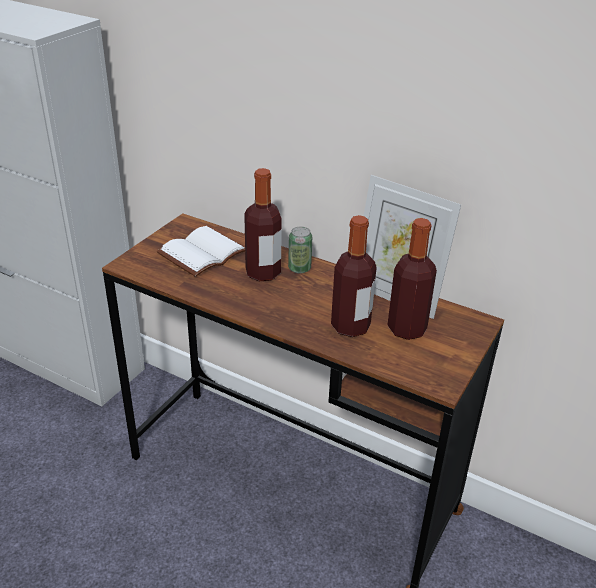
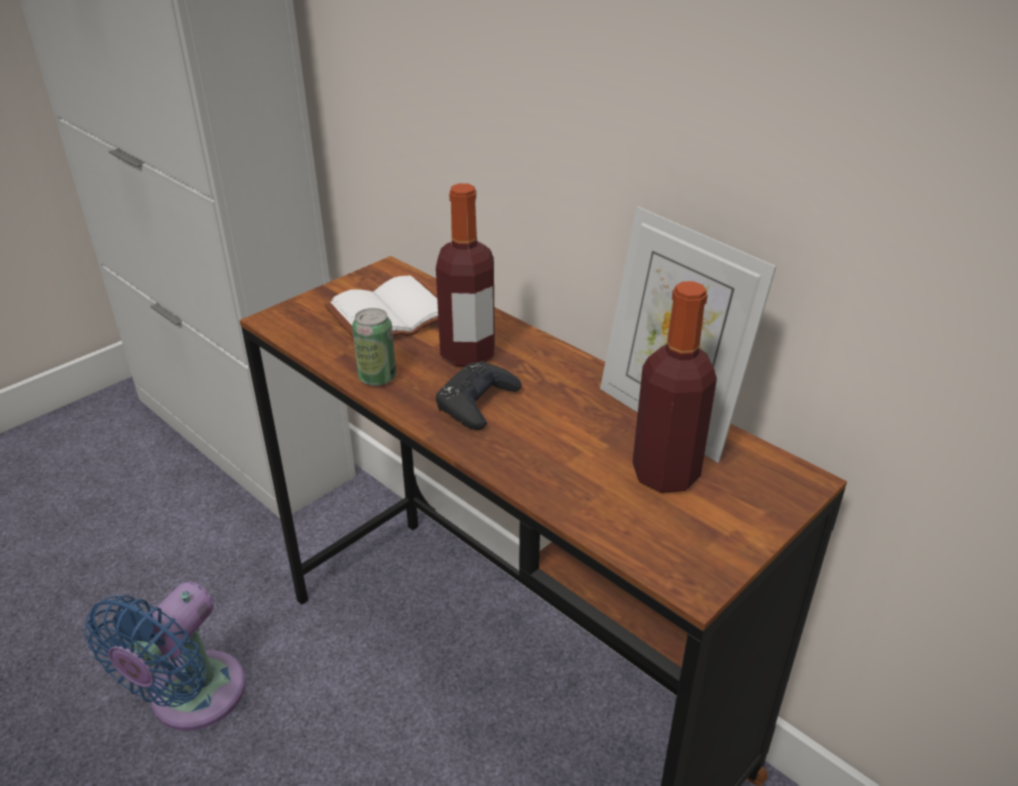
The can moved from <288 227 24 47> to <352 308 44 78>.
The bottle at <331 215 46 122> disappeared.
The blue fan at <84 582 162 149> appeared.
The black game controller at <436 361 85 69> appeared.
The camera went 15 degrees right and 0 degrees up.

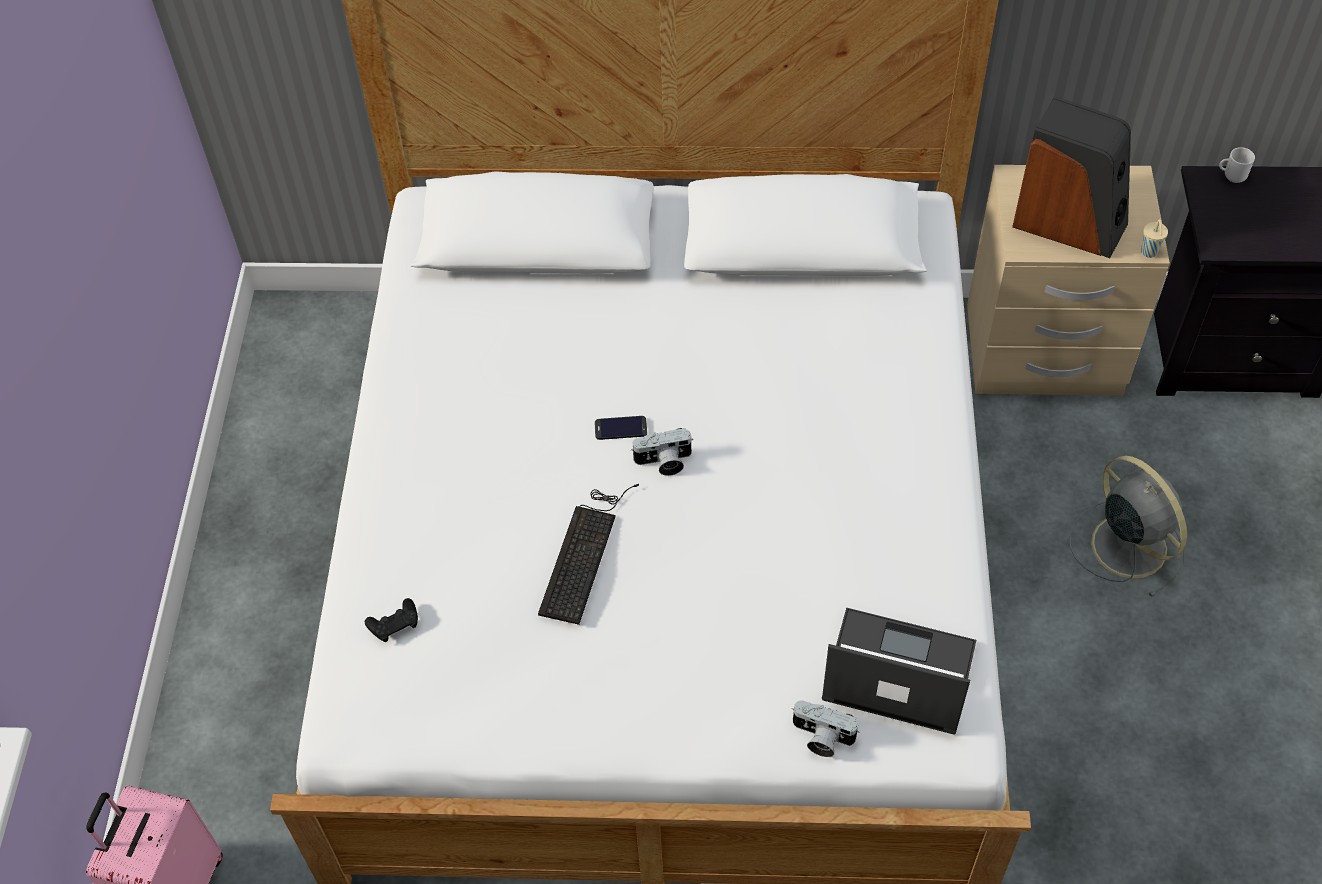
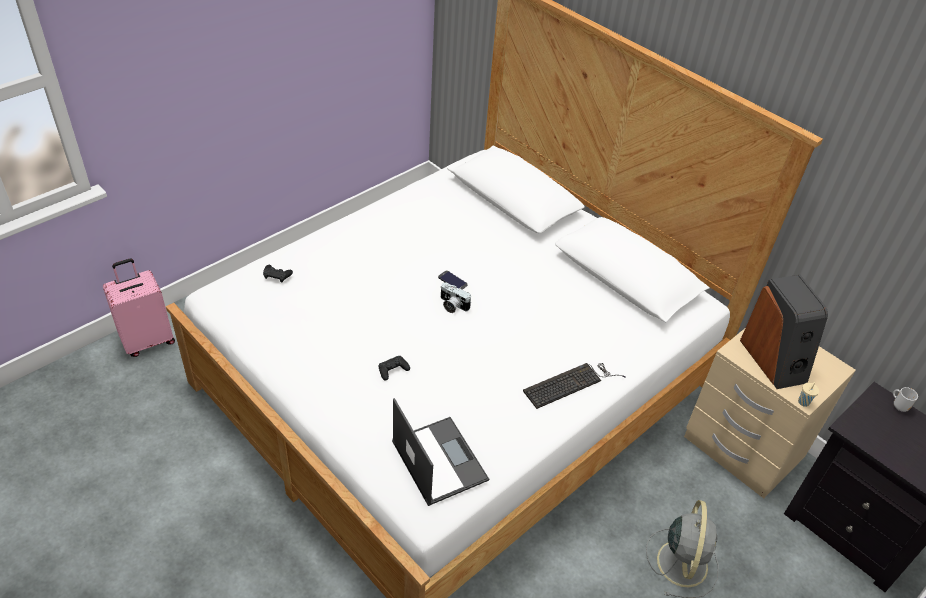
The keyboard moved from <538 484 101 141> to <523 363 103 46>.
The photo camera at <792 700 68 57> disappeared.
The black game controller at <378 356 32 25> appeared.
The camera went 40 degrees right and 10 degrees down.

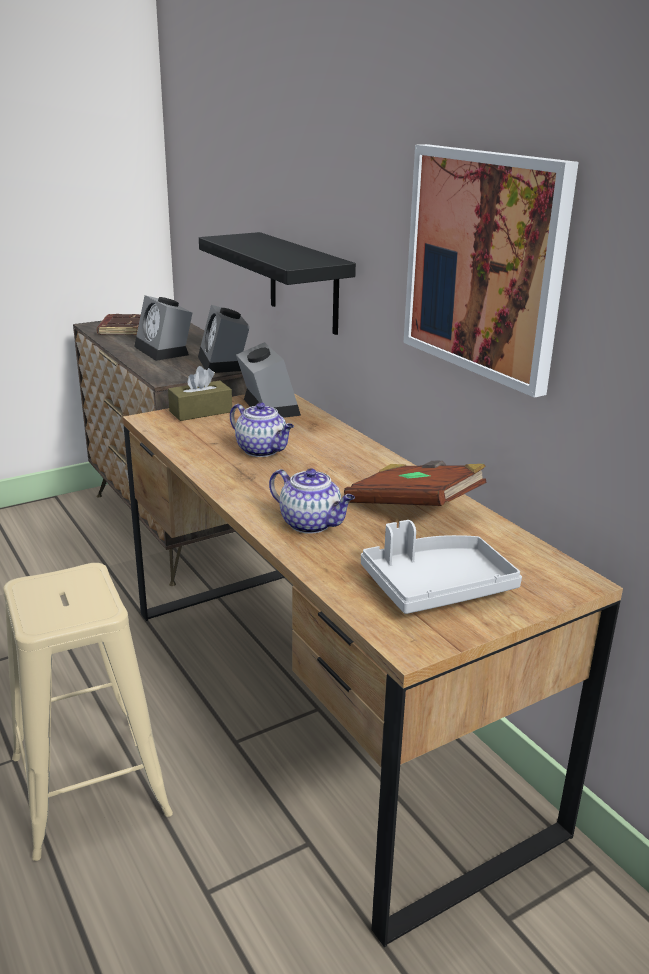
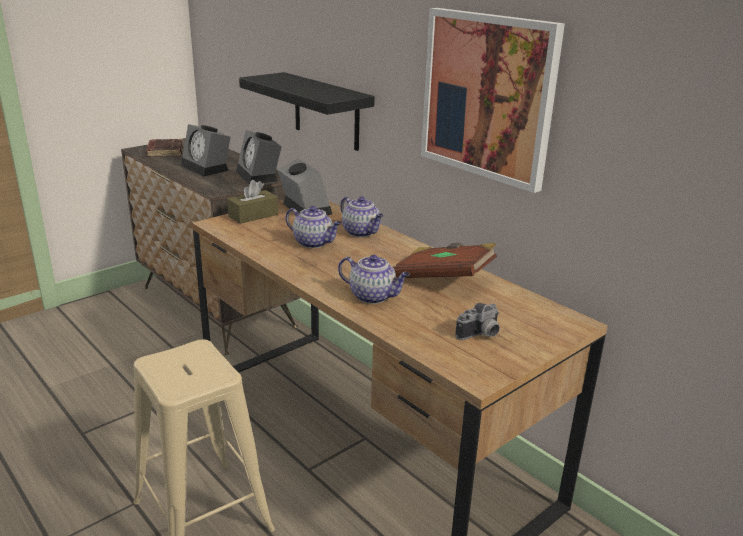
The grey tray at <361 520 161 94> was replaced by the photo camera at <455 303 45 37>.
The teapot at <340 197 44 40> appeared.
The camera went 10 degrees left and 0 degrees up.

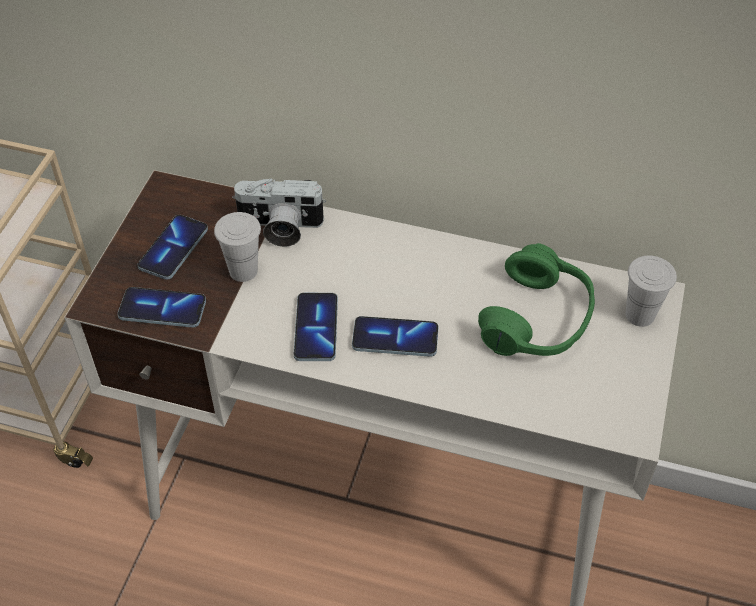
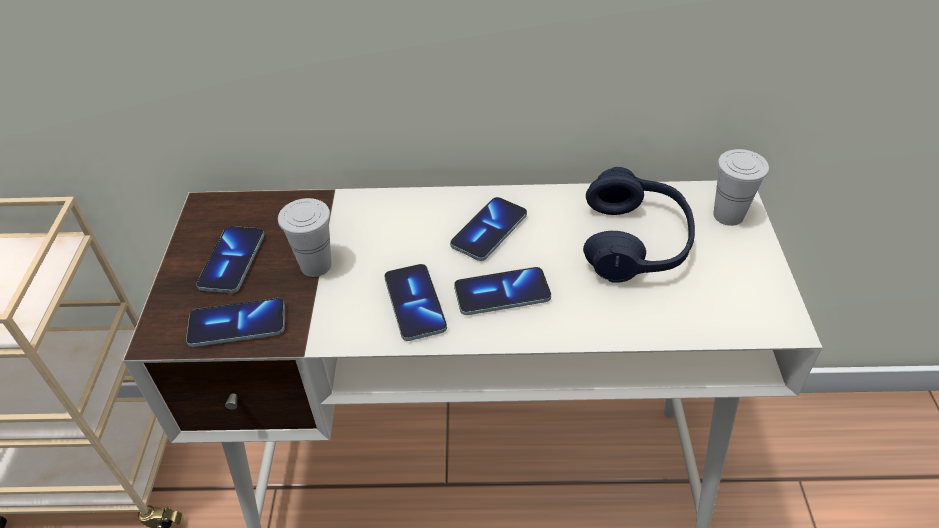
The photo camera at <232 178 94 69> disappeared.
The green headphones at <478 243 117 113> became the blue headphones at <583 167 112 116>.
The phone at <450 197 77 64> appeared.
The camera went 15 degrees left and 5 degrees down.

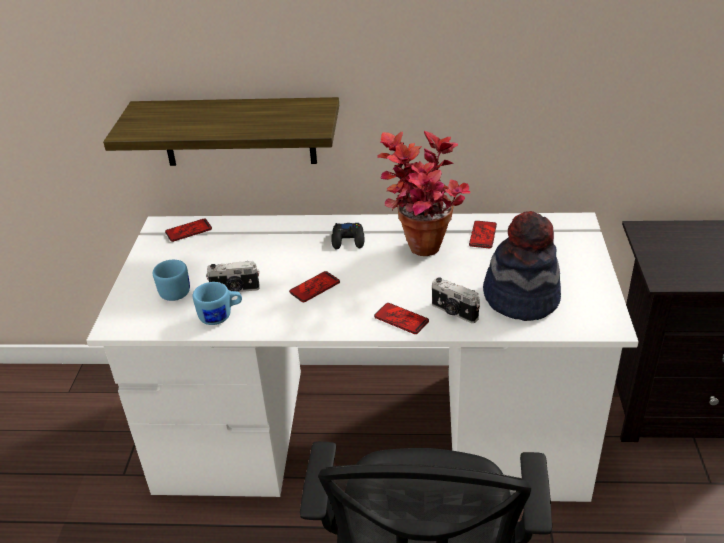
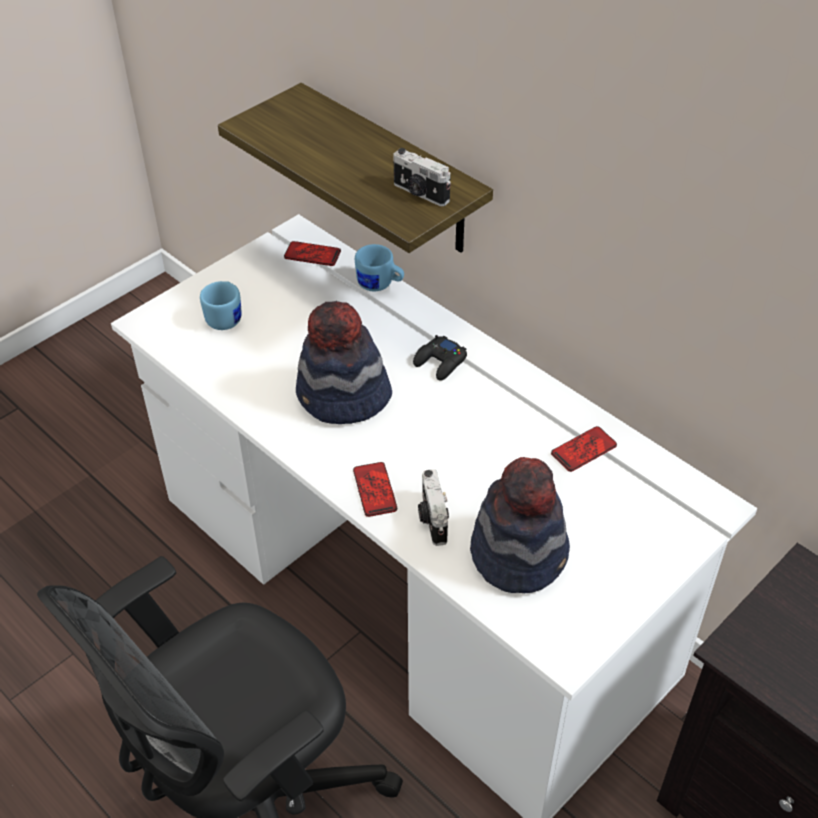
The blue mug moved from <193 282 49 43> to <355 244 49 47>.
The photo camera moved from <206 261 54 31> to <393 148 58 58>.
The phone at <289 271 51 31> was replaced by the hat at <296 301 96 123>.
The potted plant at <377 131 94 125> disappeared.
The camera went 40 degrees right and 10 degrees up.

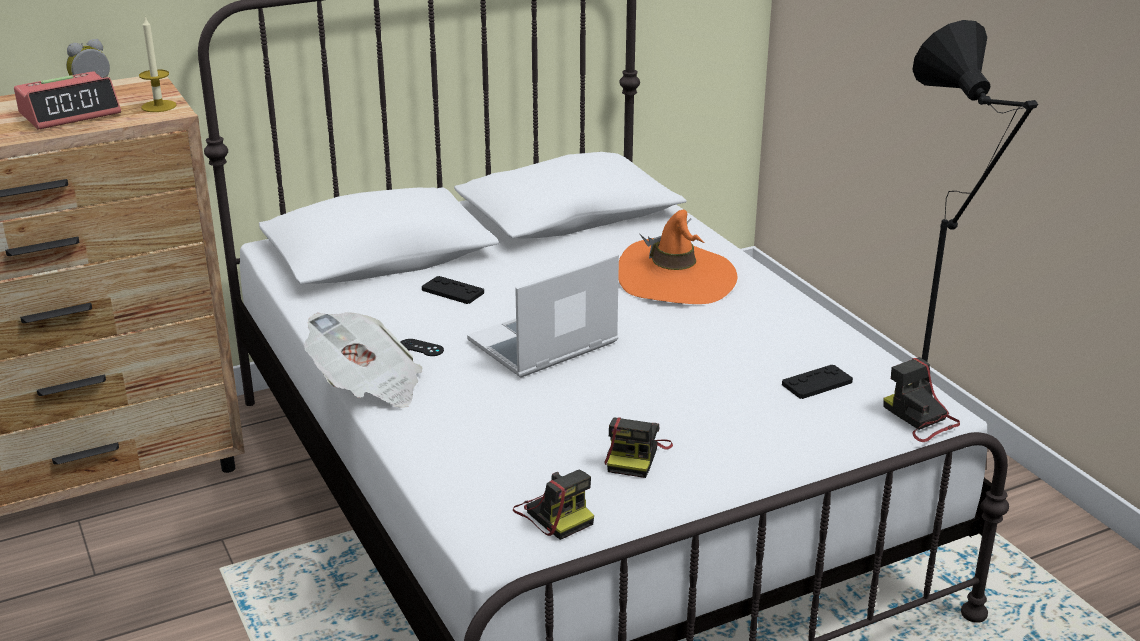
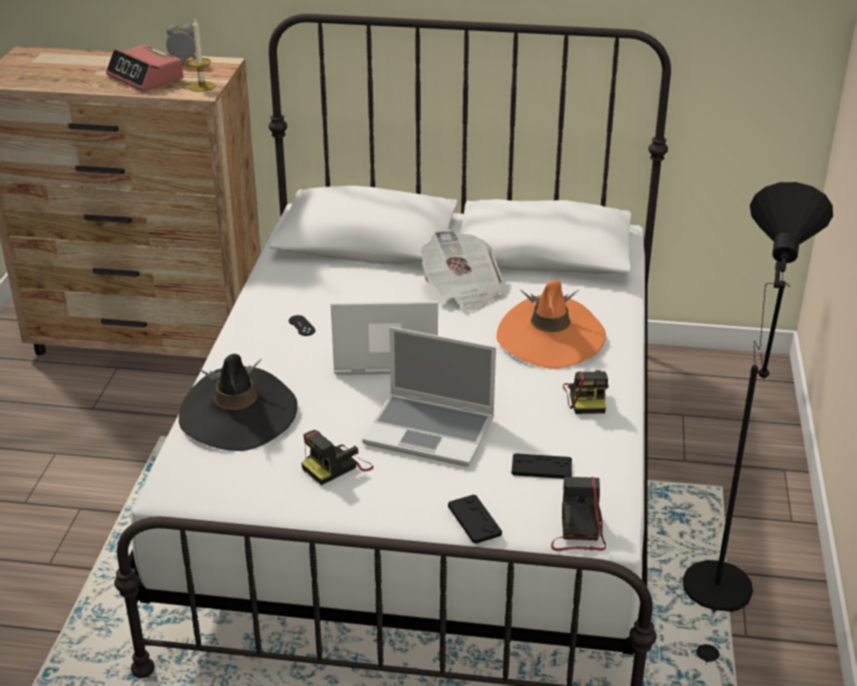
The alarm clock at <14 71 107 59> turned 45 degrees clockwise.
The newspaper moved from <304 312 119 96> to <420 229 85 84>.
The black game controller moved from <422 276 62 28> to <448 495 54 49>.
The photo camera moved from <513 470 81 70> to <563 370 46 44>.
The black hat at <179 354 119 97> appeared.
The laptop at <362 327 134 139> appeared.
The camera went 35 degrees right and 5 degrees up.

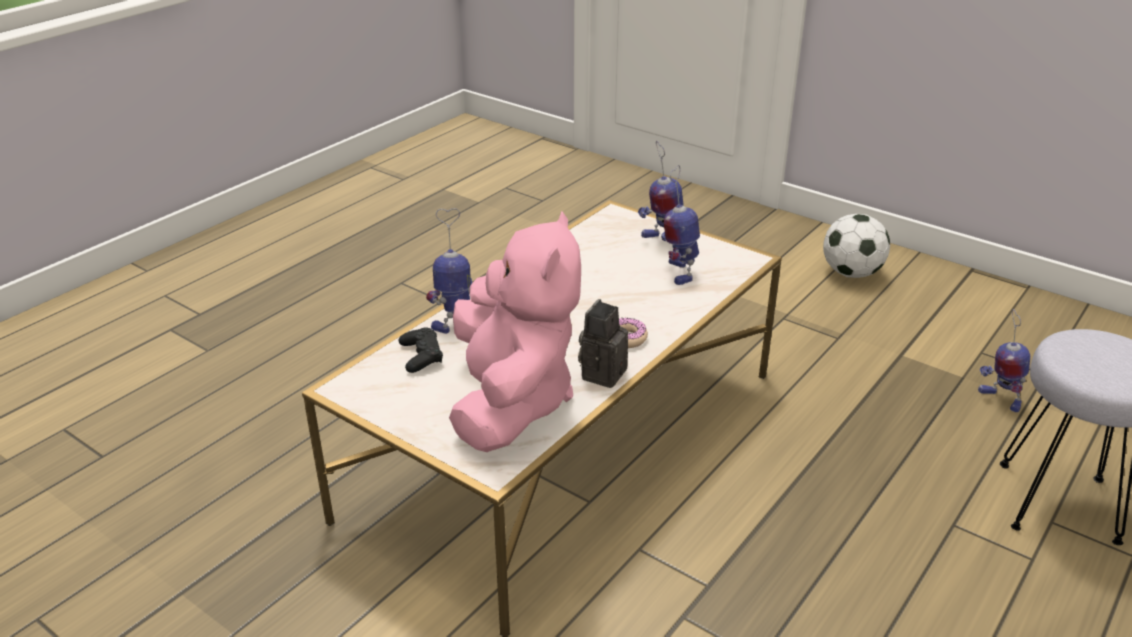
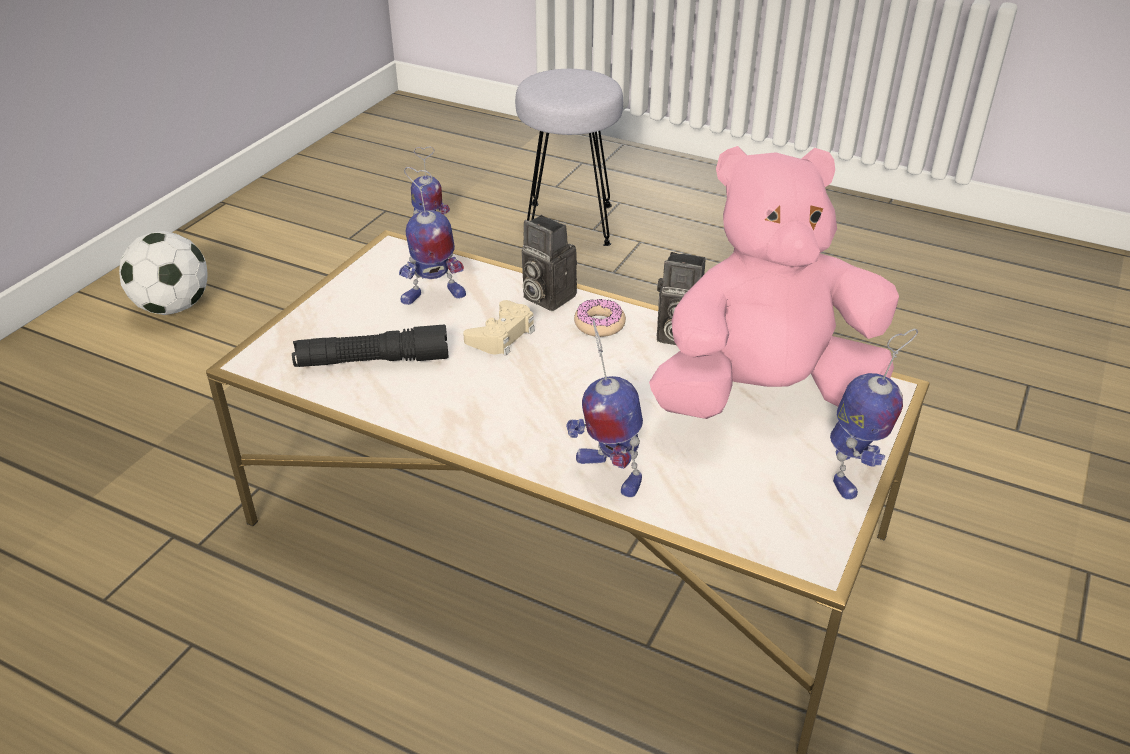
The black game controller at <399 327 44 46> disappeared.
The toy robot moved from <638 141 45 107> to <830 329 88 171>.
The black flashlight at <292 325 157 42> appeared.
The beige game controller at <463 300 72 56> appeared.
The photo camera at <522 215 55 96> appeared.
The camera went 100 degrees left and 5 degrees up.

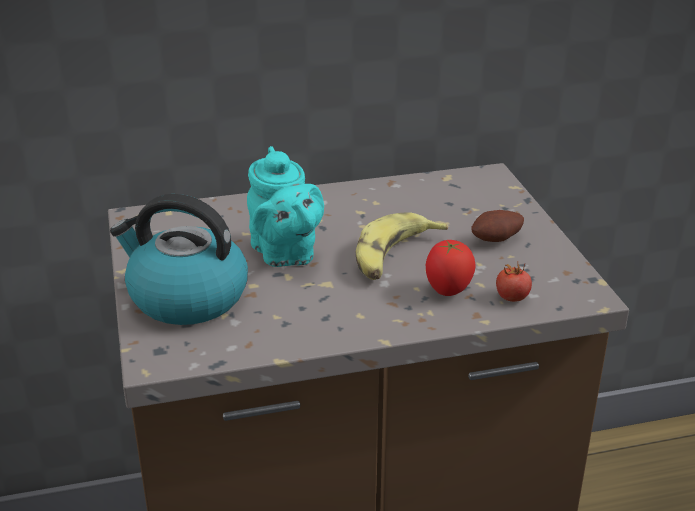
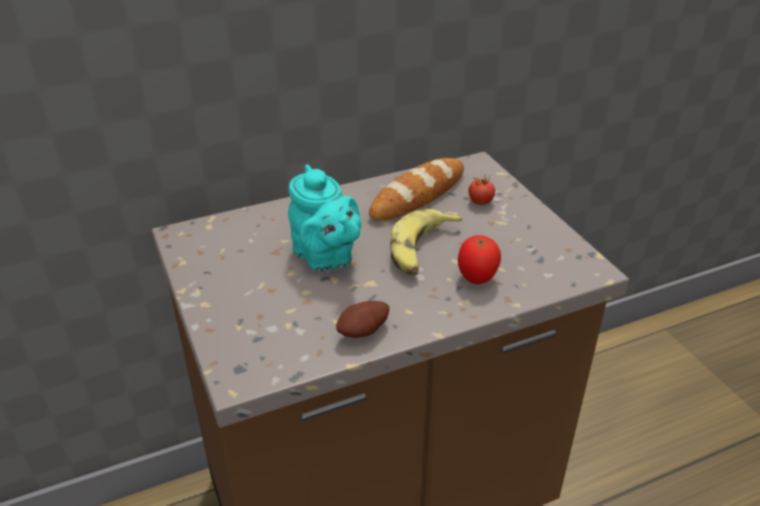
The kettle at <110 194 138 131> disappeared.
The potato moved from <471 210 53 32> to <336 301 53 37>.
The tomato moved from <496 262 36 40> to <469 176 26 29>.
The bread at <369 158 95 63> appeared.
The camera went 10 degrees left and 5 degrees up.

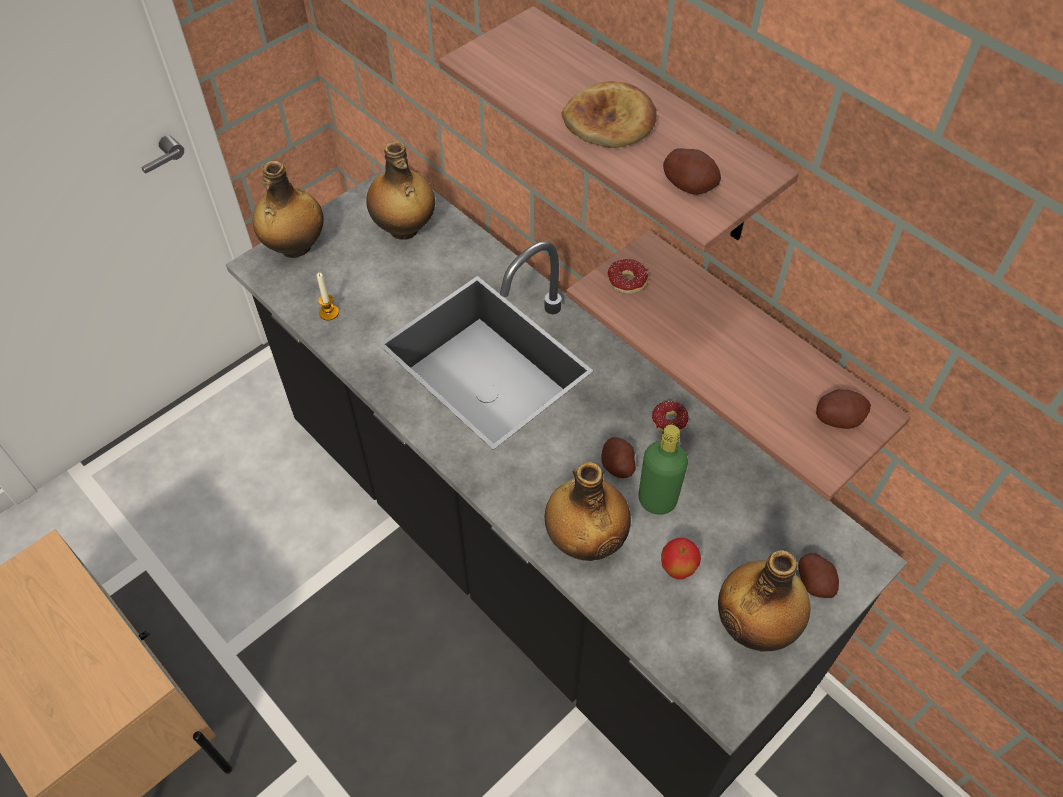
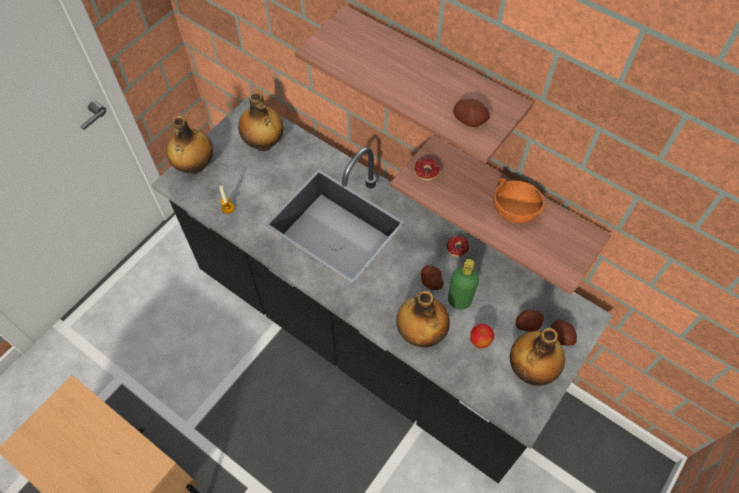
The bread at <562 81 95 67> disappeared.
The potato moved from <816 389 55 40> to <516 310 28 22>.
The orange bowl at <493 178 53 45> appeared.
The camera went 10 degrees left and 5 degrees up.

